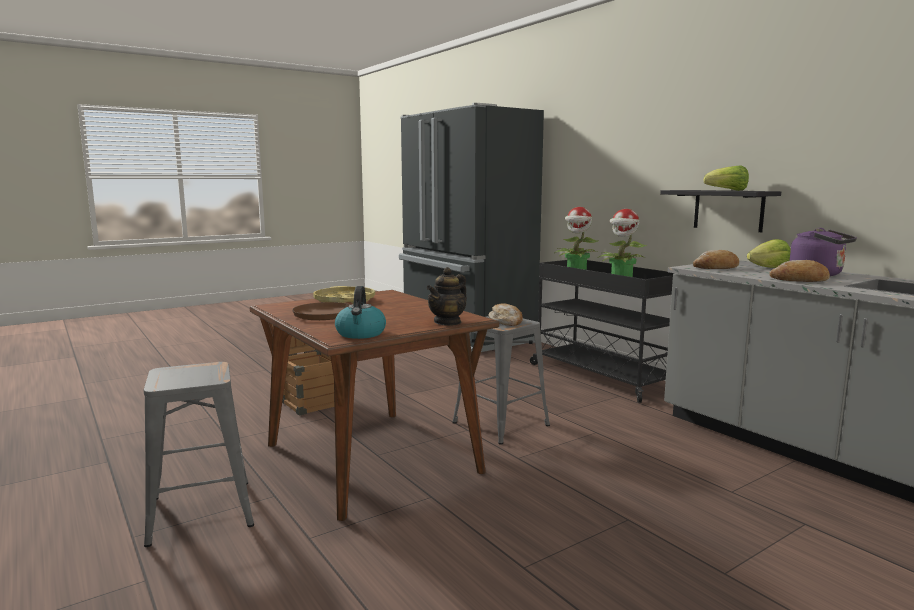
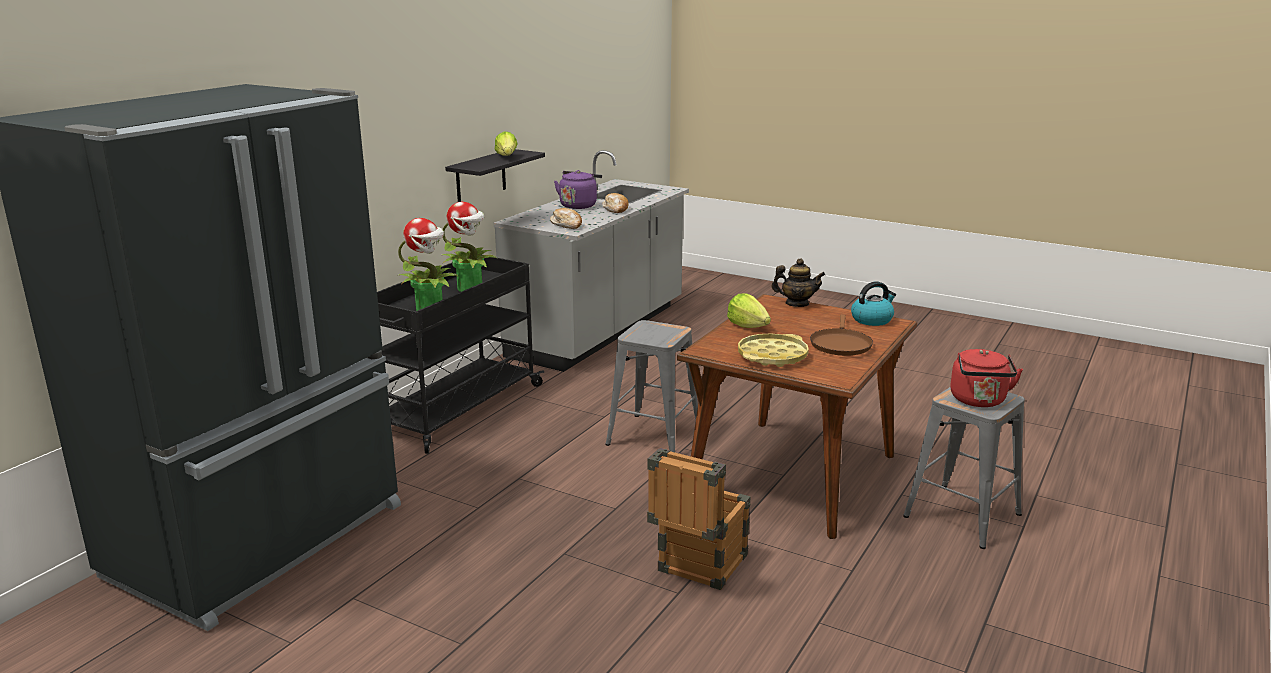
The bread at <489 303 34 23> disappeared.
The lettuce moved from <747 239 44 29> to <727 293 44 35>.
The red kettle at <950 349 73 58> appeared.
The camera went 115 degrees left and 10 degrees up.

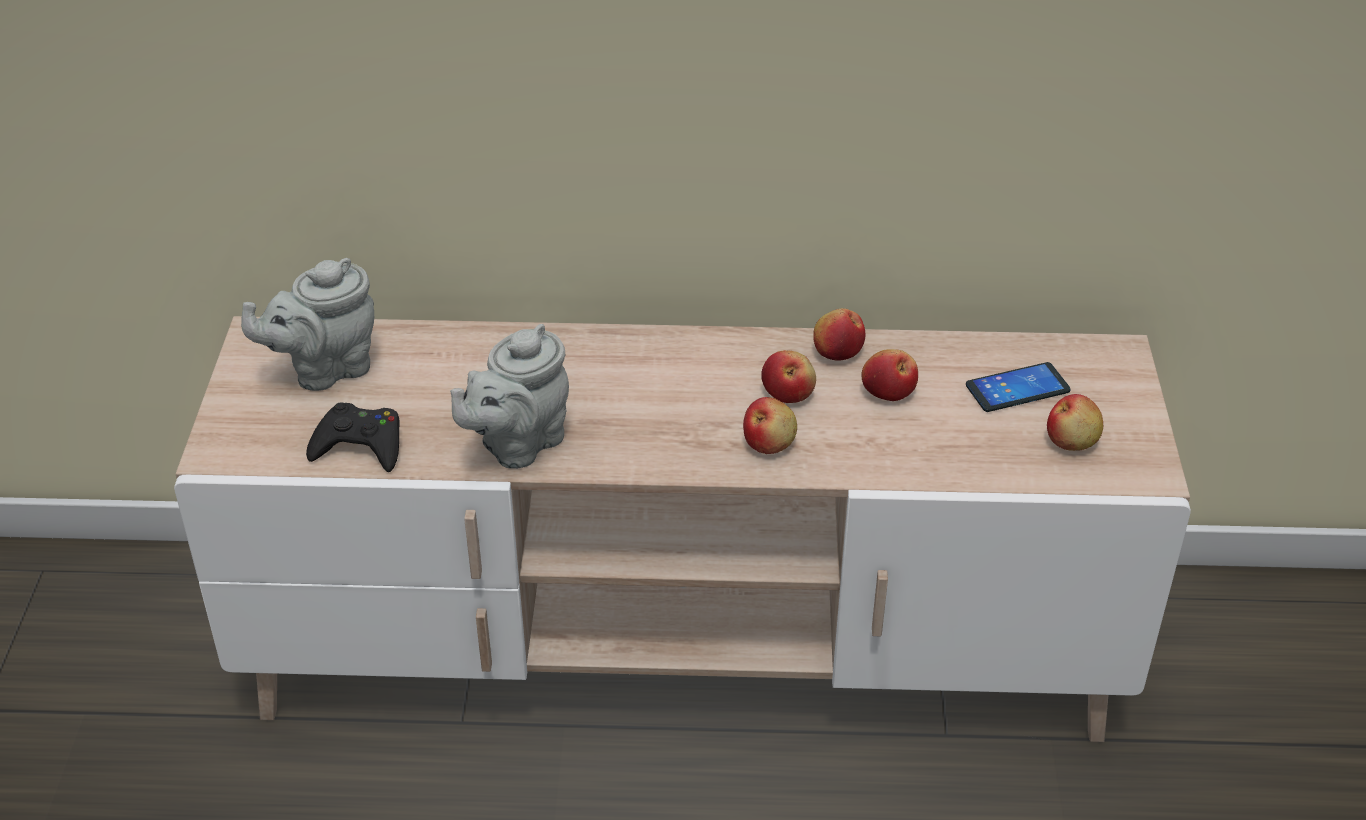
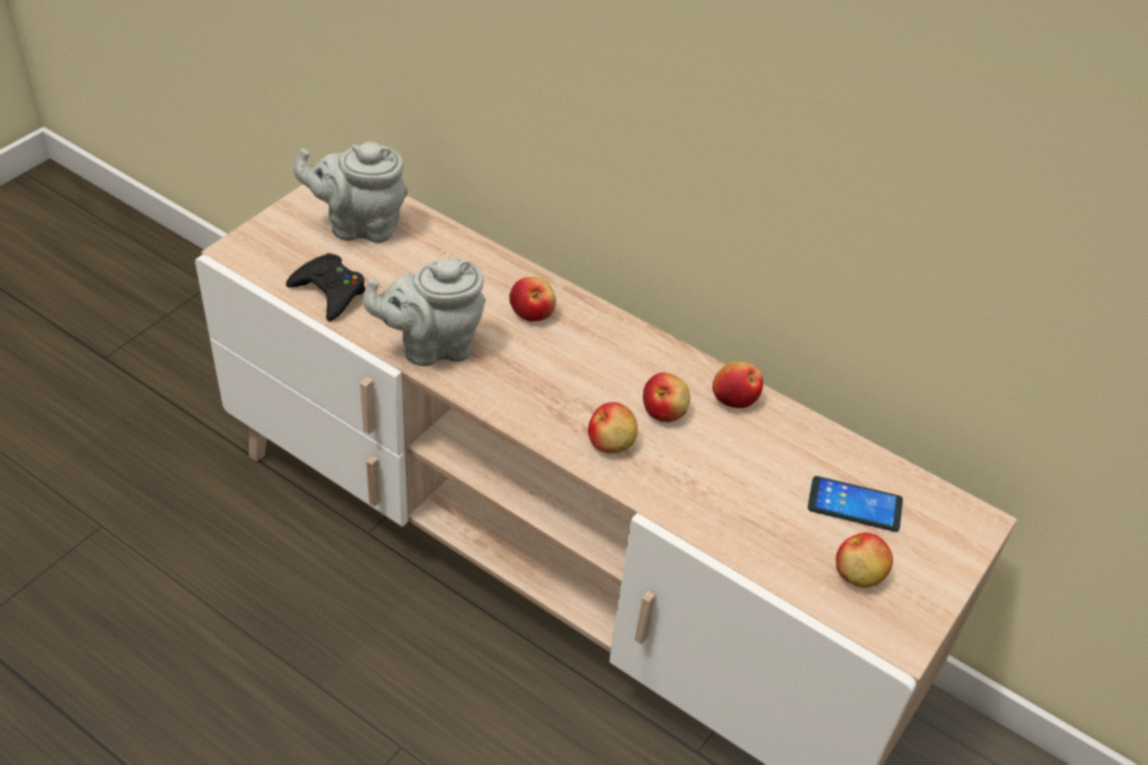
The apple moved from <861 349 57 52> to <509 277 47 44>.
The camera went 30 degrees right and 5 degrees up.

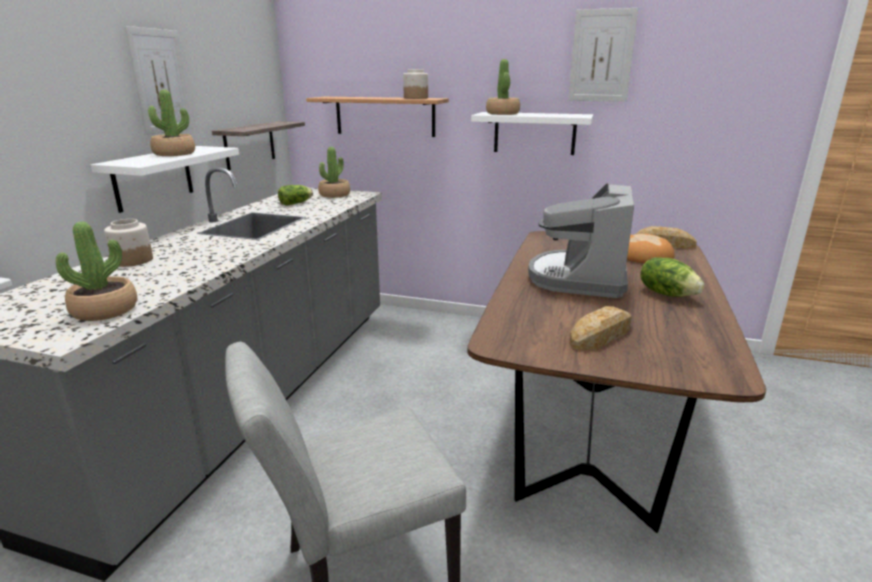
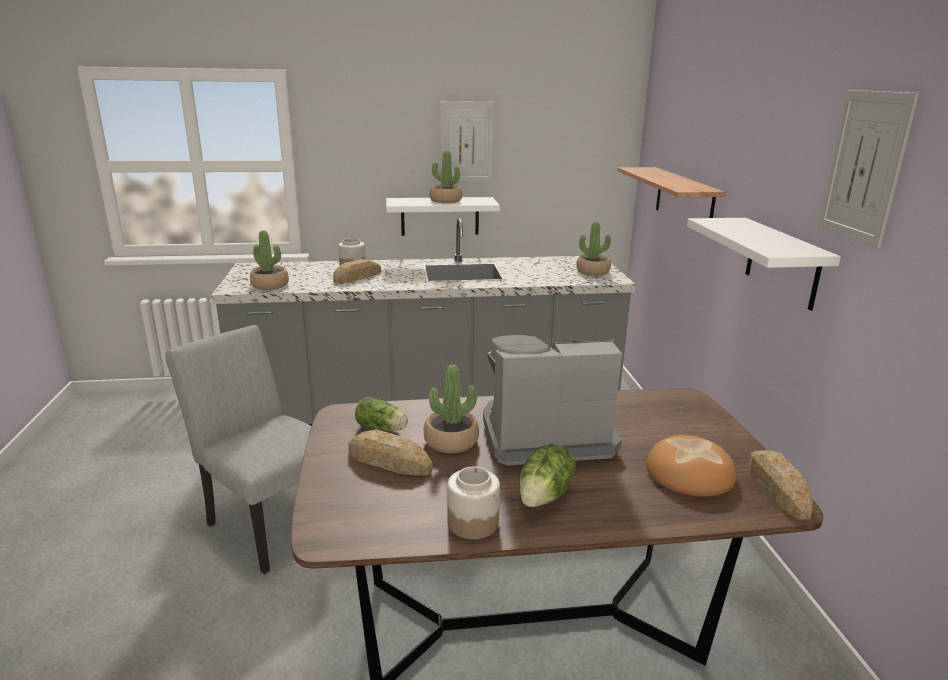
The shelf at <212 121 93 49> disappeared.
The lettuce moved from <278 185 35 20> to <355 397 53 34>.
The jar moved from <403 69 25 30> to <447 467 53 72>.
The potted plant moved from <486 59 34 56> to <424 364 55 89>.
The bread at <333 259 48 25> appeared.
The camera went 65 degrees right and 0 degrees up.

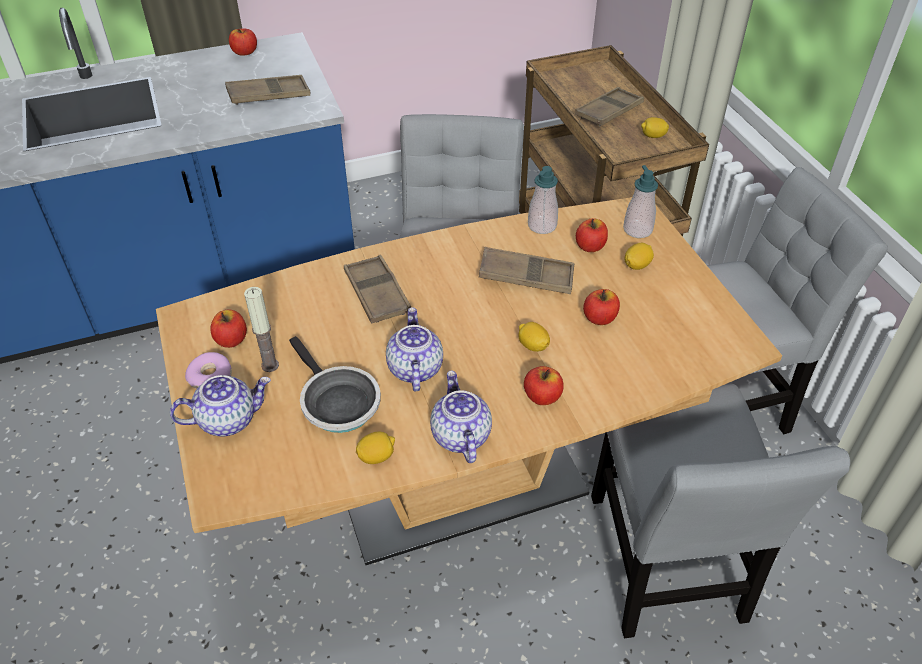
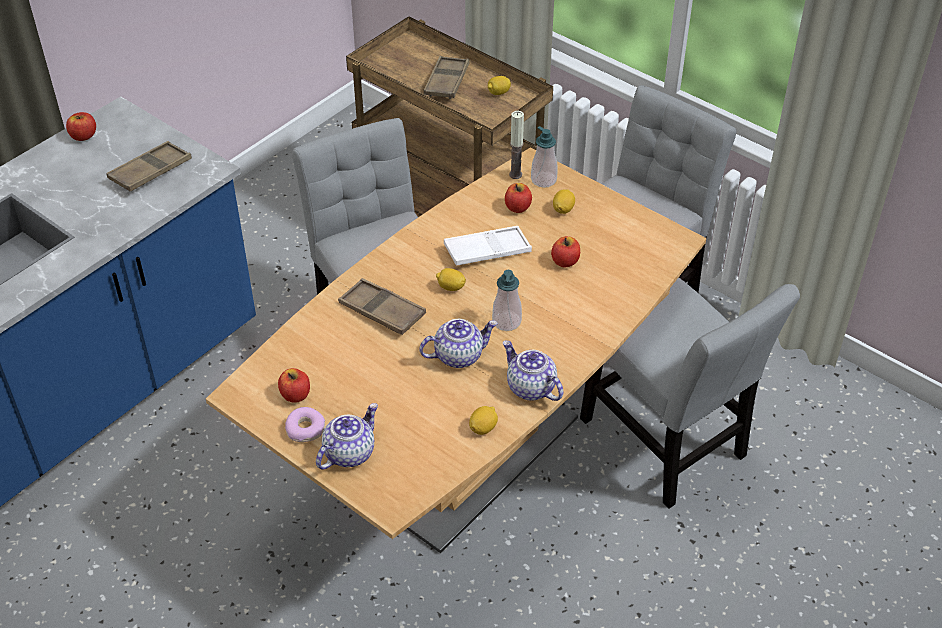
The candle moved from <244 287 35 85> to <509 111 15 68>.
The frying pan at <289 336 92 97> disappeared.
The teapot at <386 307 57 84> turned 105 degrees clockwise.
The brown tray at <479 247 95 47> became the white tray at <444 226 88 40>.
The lemon moved from <518 322 32 30> to <436 268 30 23>.
The apple at <524 366 40 39> disappeared.
The soap dispenser moved from <528 166 30 68> to <492 270 30 61>.
The camera went 30 degrees left and 0 degrees up.

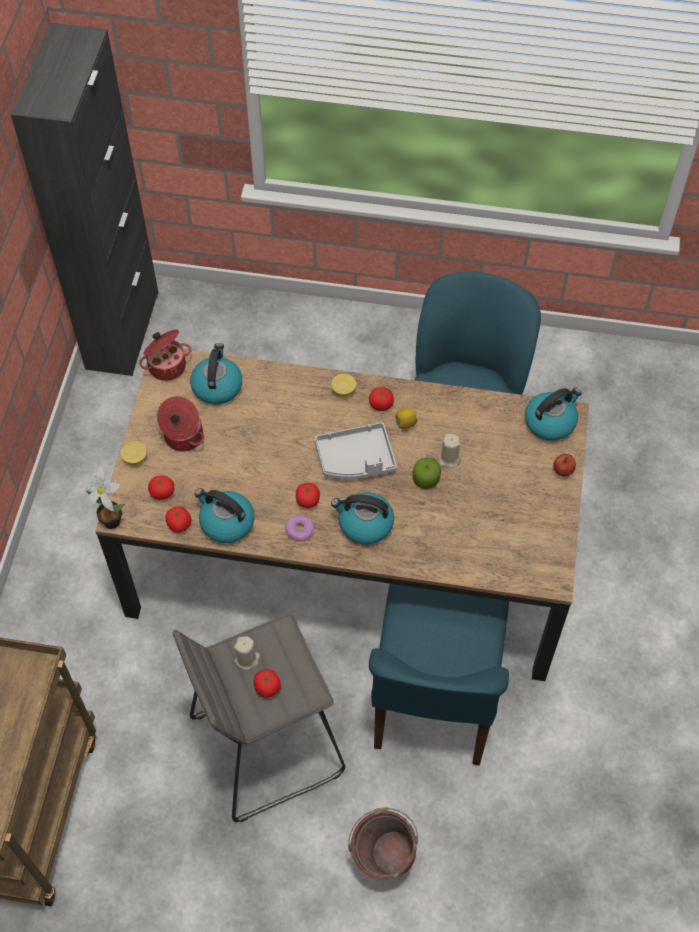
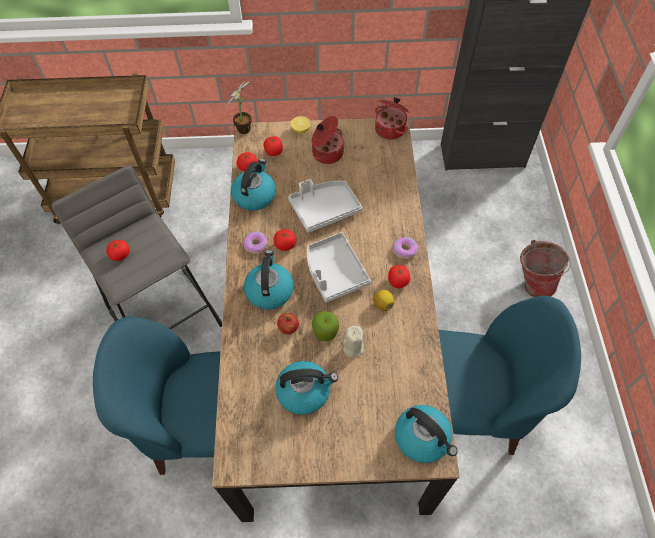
The kettle moved from <190 343 52 62> to <275 361 63 54>.
The beige candle at <234 637 26 33> disappeared.
The lemon at <331 374 25 22> was replaced by the donut at <393 237 25 22>.
The bucket moved from <348 808 70 71> to <520 240 51 57>.
The apple moved from <553 454 23 22> to <277 313 22 21>.
The grey tray at <288 179 74 54> appeared.
The camera went 80 degrees right and 0 degrees up.

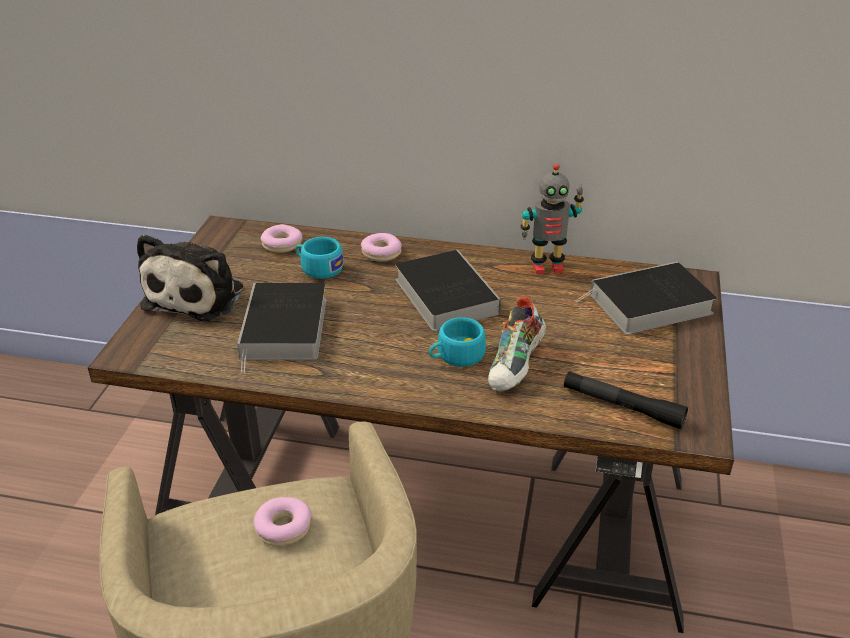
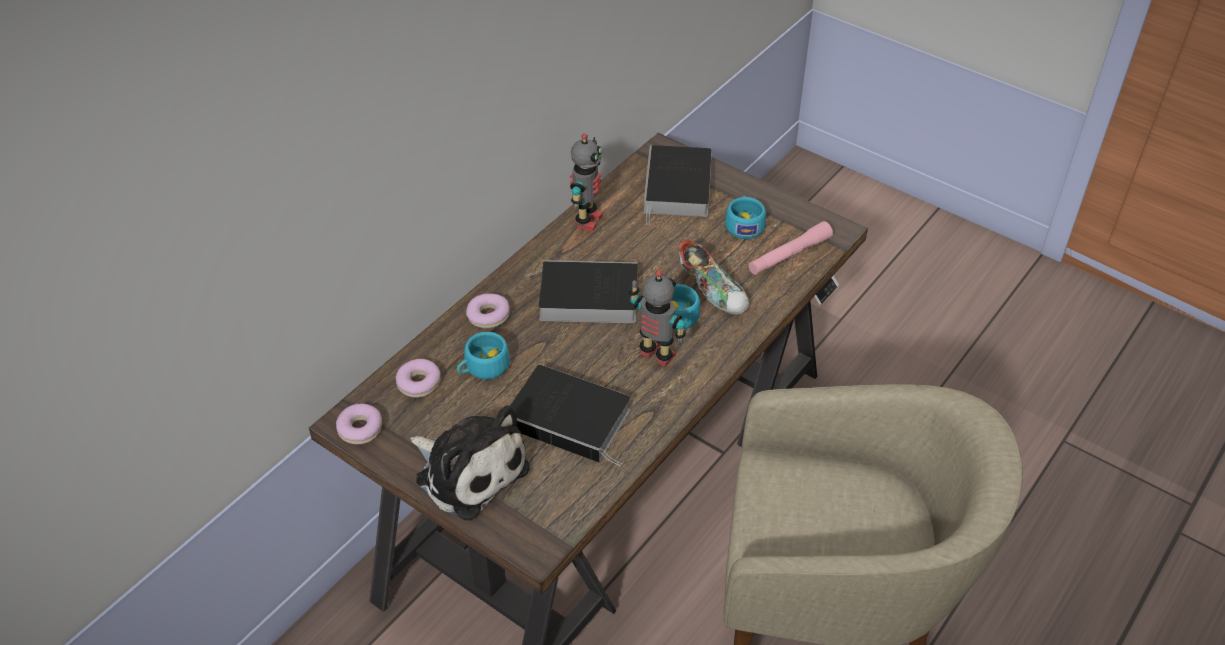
The donut moved from <254 497 58 49> to <336 404 46 40>.
The black flashlight at <564 371 124 58> became the pink flashlight at <749 221 84 54>.
The toy robot at <629 270 57 97> appeared.
The turquoise cup at <725 196 41 43> appeared.
The camera went 65 degrees left and 10 degrees up.

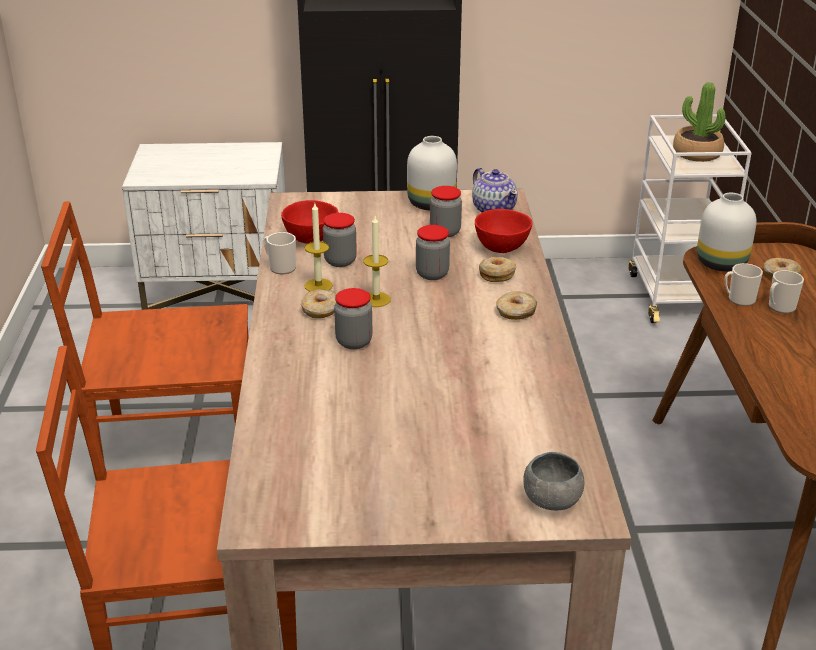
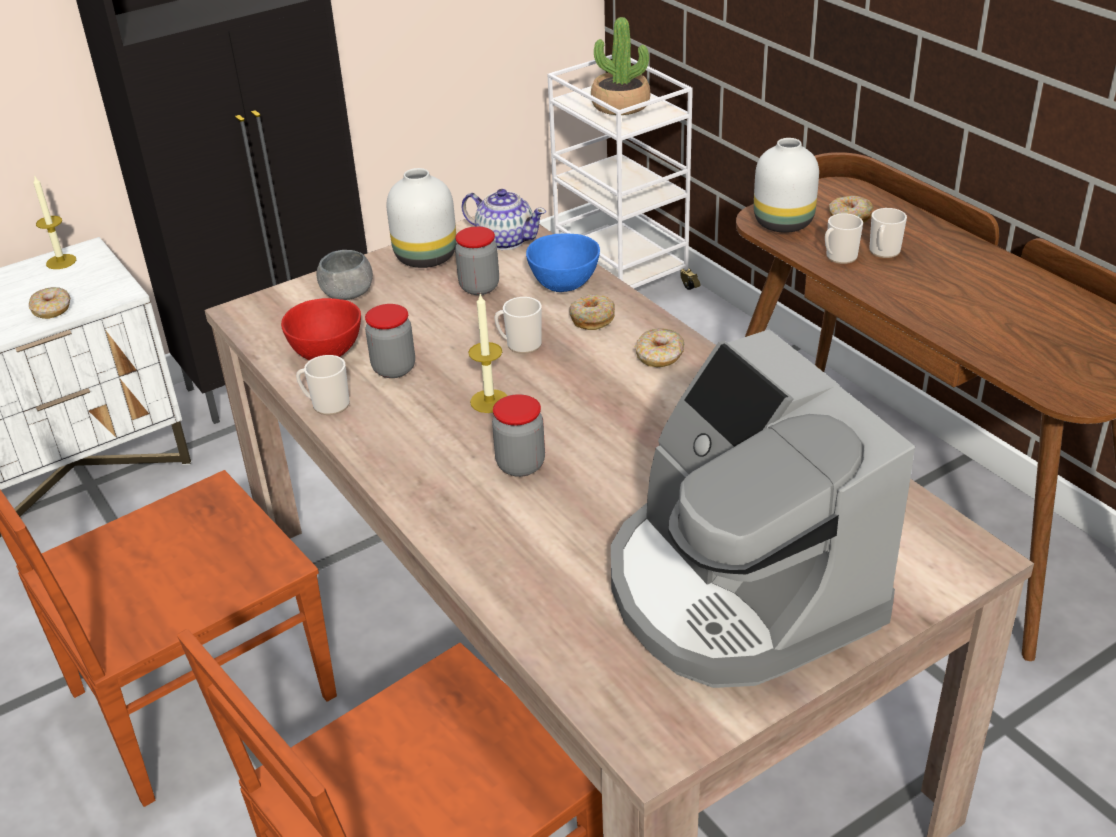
The donut moved from <300 289 36 29> to <29 287 41 32>.
The candle moved from <304 203 29 89> to <33 175 43 94>.
The jar at <416 225 34 55> was replaced by the mug at <494 297 48 57>.
The red bowl at <475 209 58 44> became the blue bowl at <526 233 74 59>.
The grey bowl moved from <523 452 61 58> to <317 250 56 50>.
The coffee machine at <611 329 304 359> appeared.
The camera went 30 degrees left and 5 degrees up.

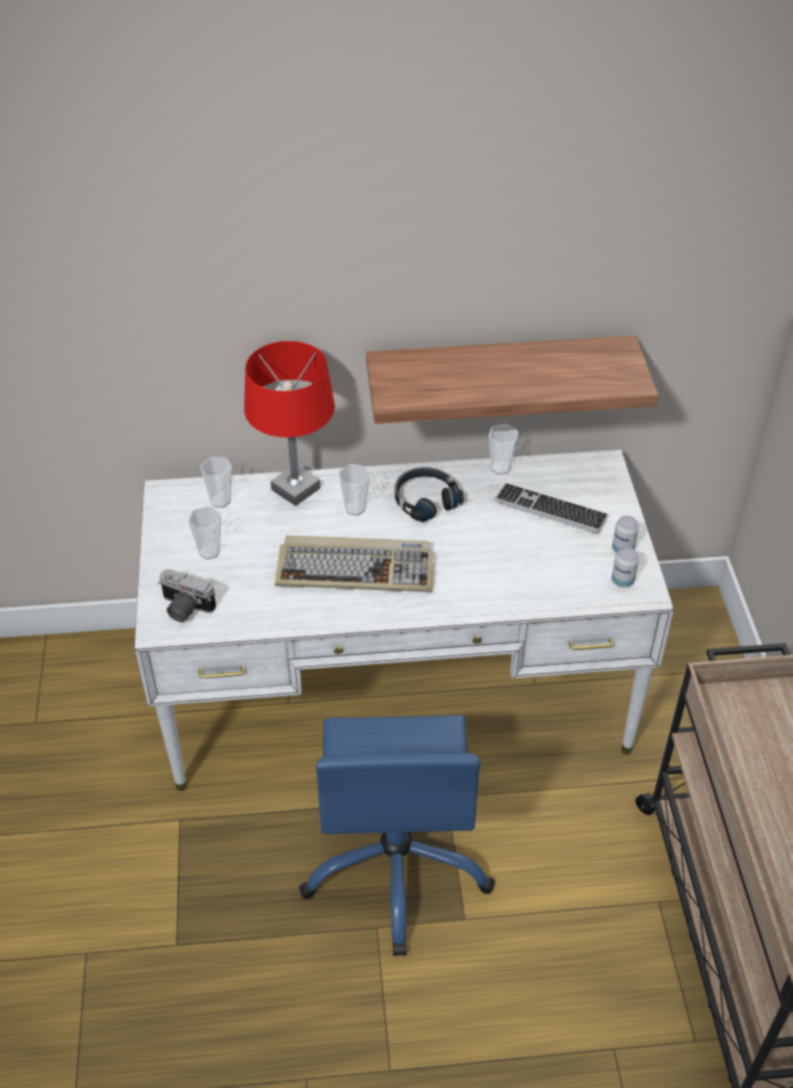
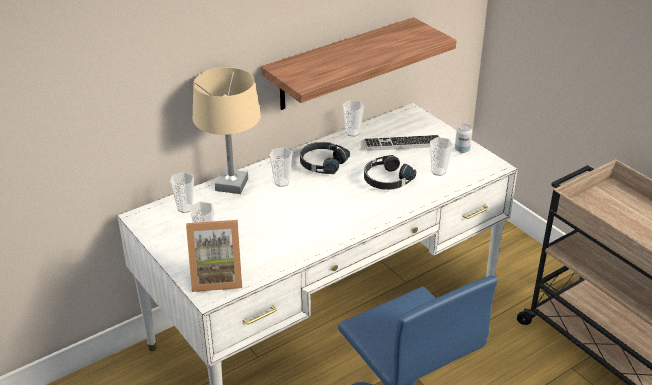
The photo camera at <158 569 58 53> was replaced by the picture frame at <186 220 56 72>.
The red table lamp at <244 341 91 165> became the beige table lamp at <193 67 68 127>.
The keyboard at <275 535 159 57> disappeared.
The can at <612 547 27 41> disappeared.
The black headphones at <364 155 52 35> appeared.
The cup at <430 137 23 39> appeared.
The camera went 30 degrees left and 10 degrees down.

